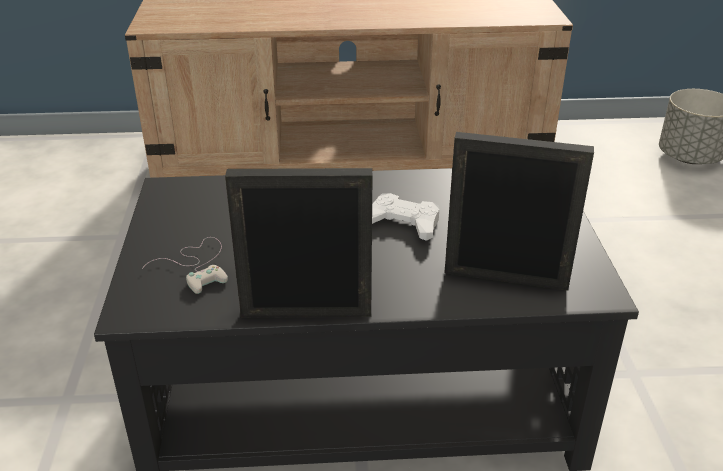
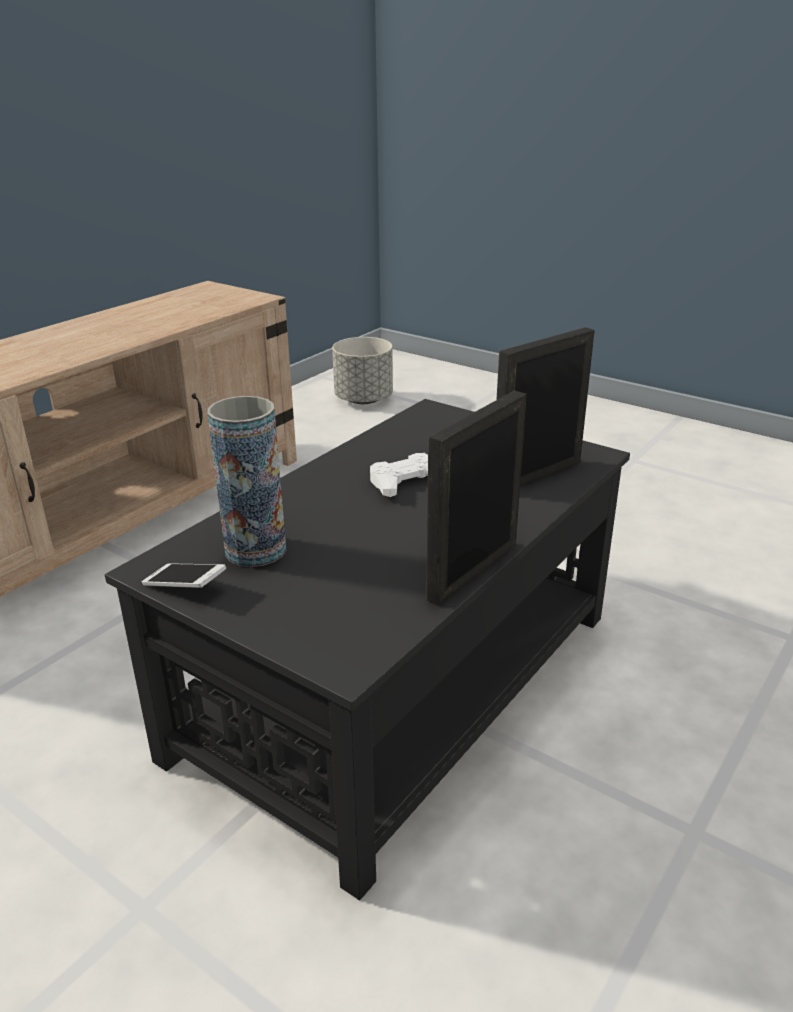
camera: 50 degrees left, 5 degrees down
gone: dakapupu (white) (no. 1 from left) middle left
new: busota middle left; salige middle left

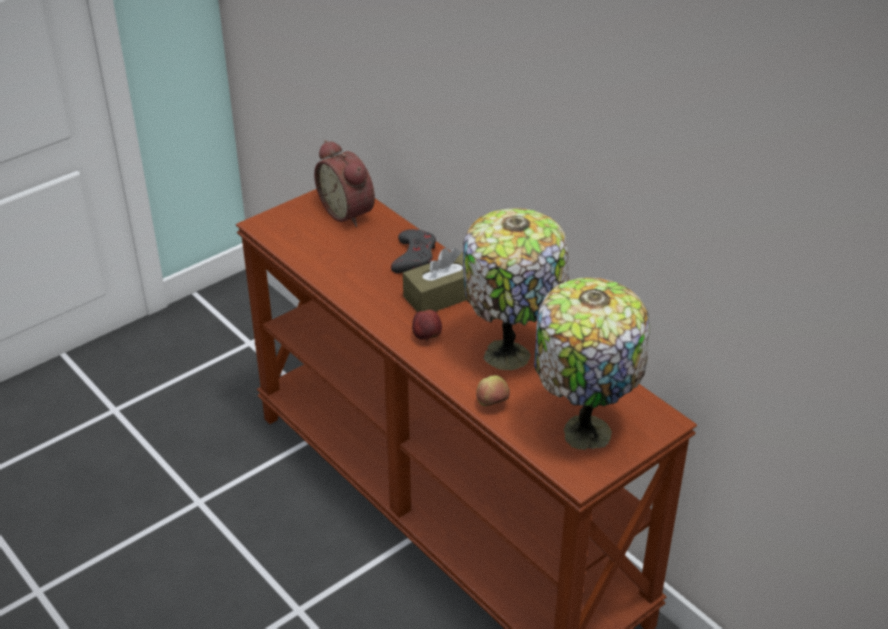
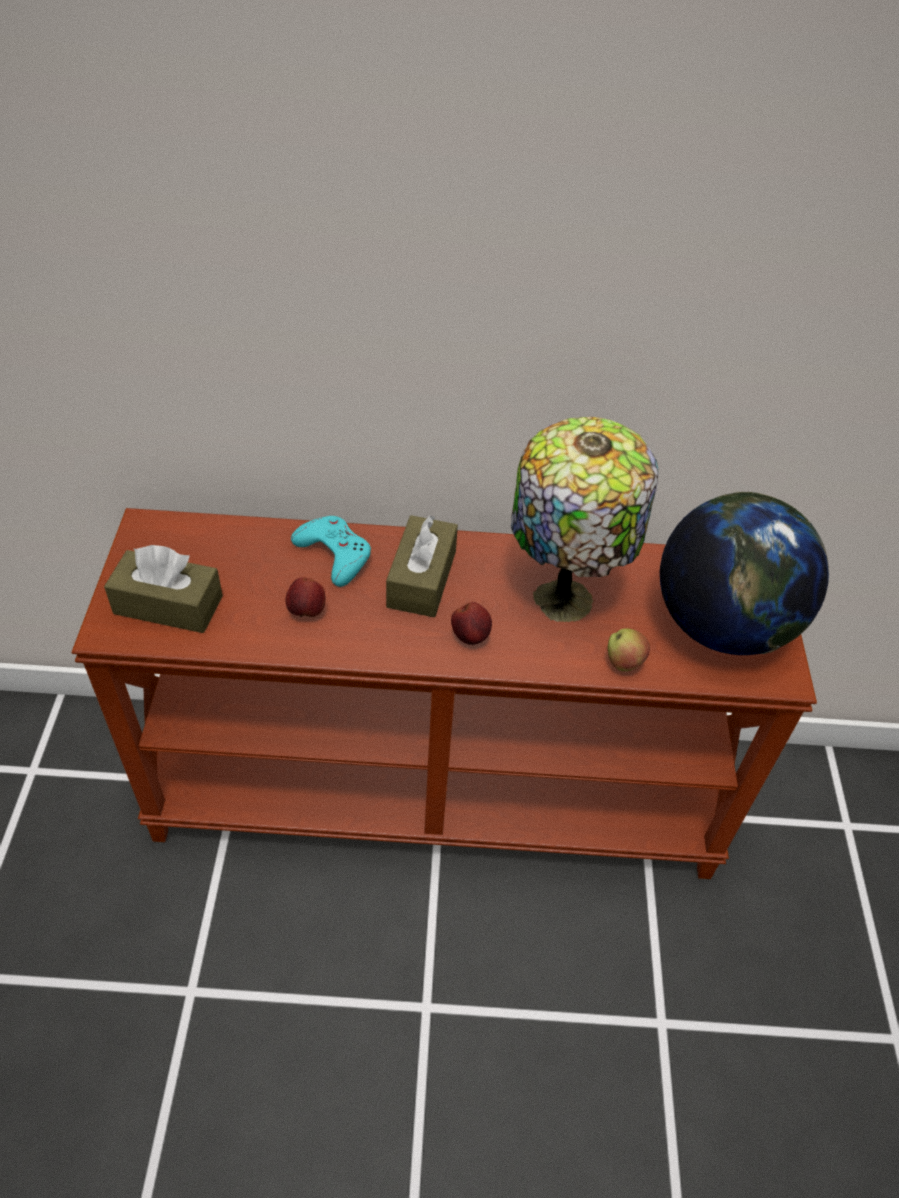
camera: 50 degrees left, 10 degrees up
gone: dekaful top centre
new: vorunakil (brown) (no. 1 from left) middle left; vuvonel (no. 1 from left) centre
swapped: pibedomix (no. 2 from left) middle right to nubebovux middle right
repainted: dakapupu (grey) centre to dakapupu (turquoise) centre

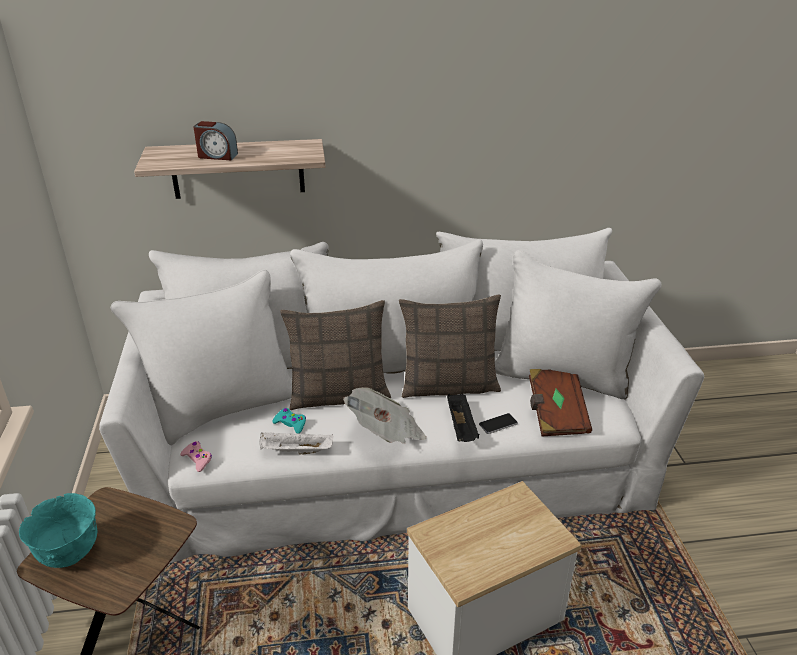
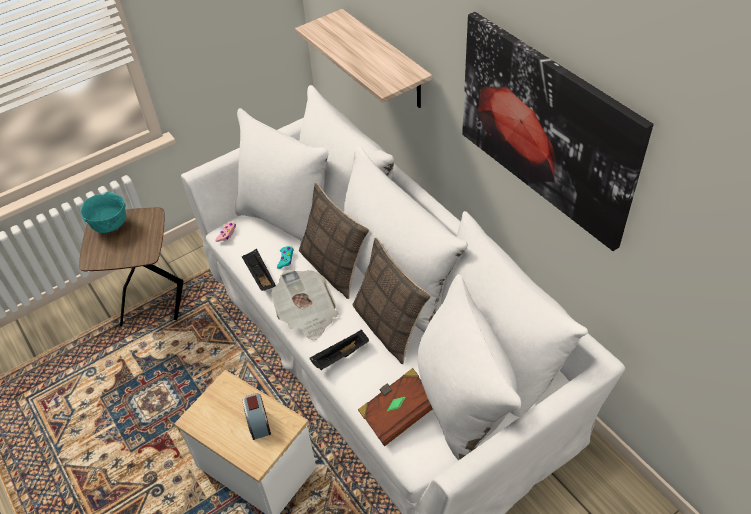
camera: 65 degrees right, 15 degrees up
gone: busota centre
new: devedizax top right
shifted: dekaful top left to bottom centre
repainted: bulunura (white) bottom centre to bulunura (black) (no. 1 from left) centre

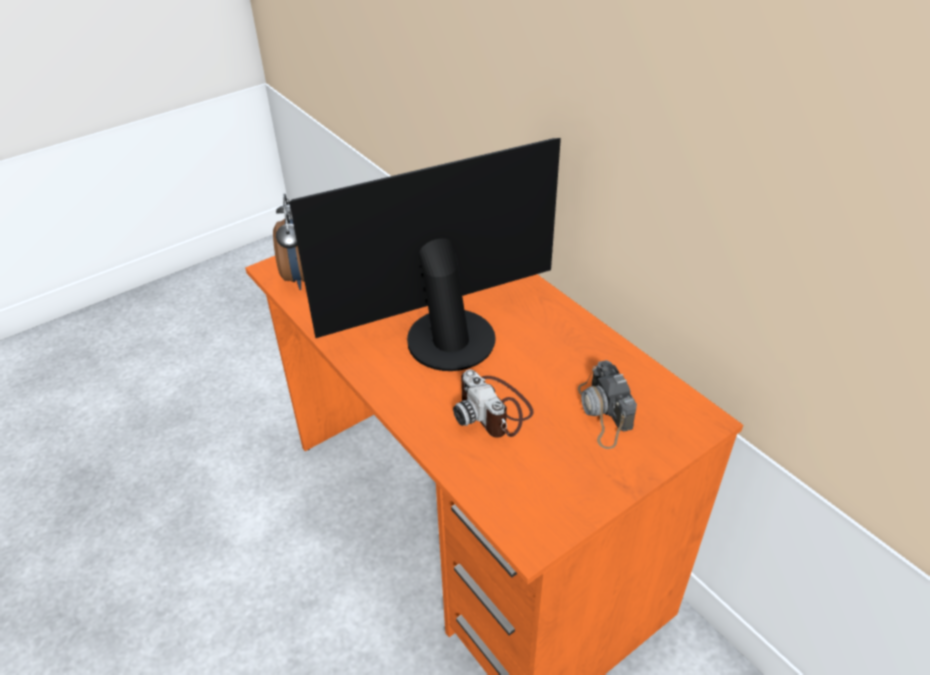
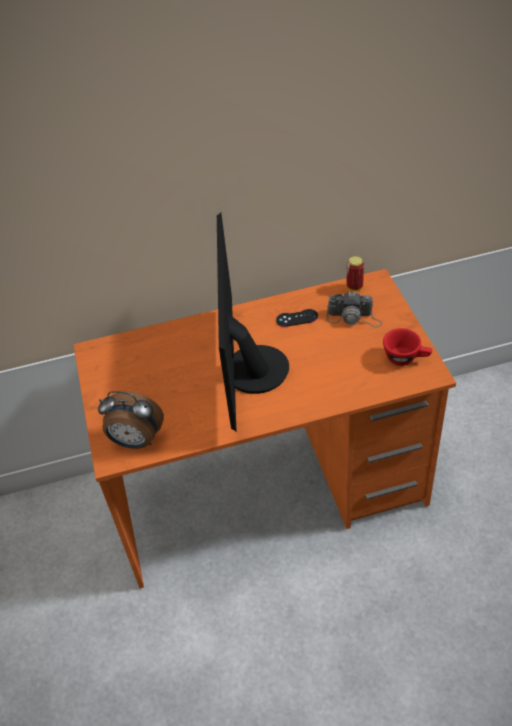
camera: 65 degrees left, 5 degrees up
gone: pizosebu (no. 1 from left) centre
new: dakapupu (black) centre; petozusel middle right; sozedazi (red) middle right

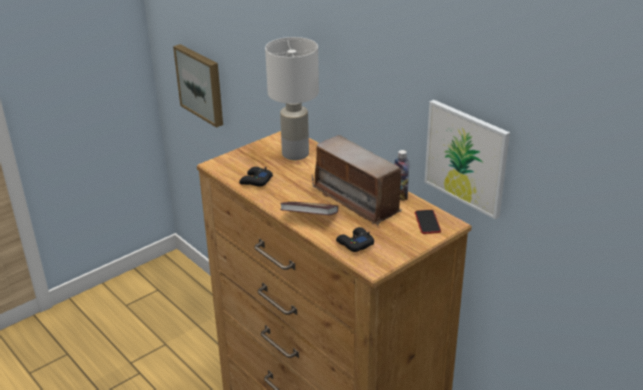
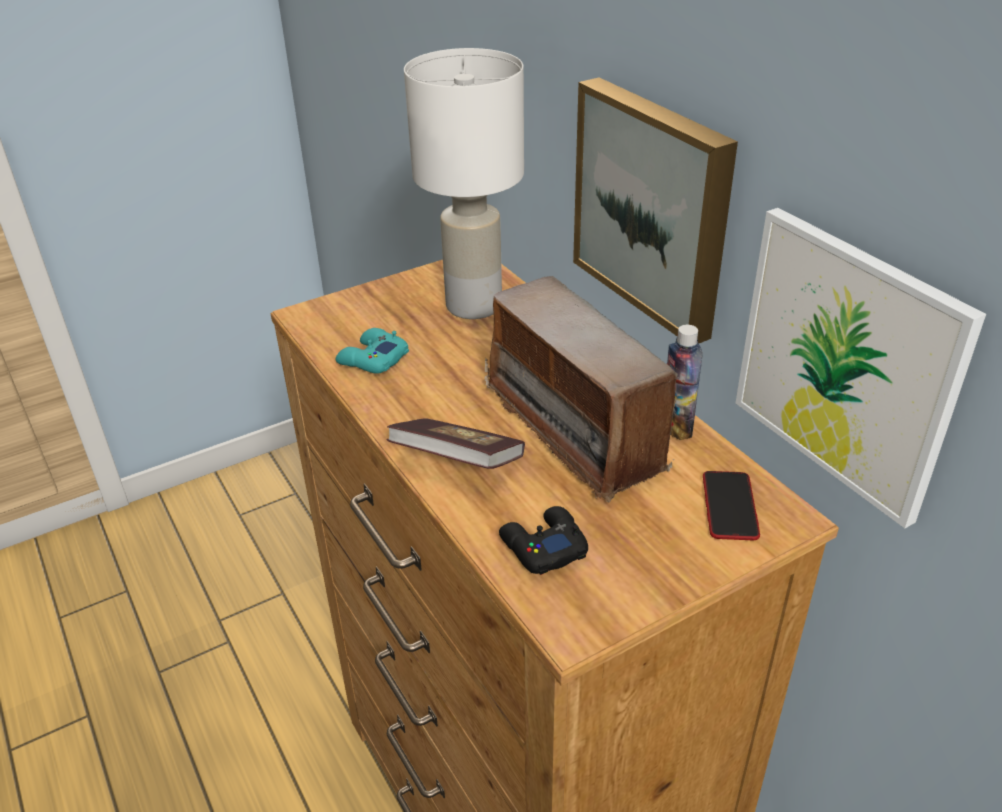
camera: 10 degrees right, 5 degrees up
shifted: devedizax (no. 1 from left) top left to top centre
repainted: dakapupu (black) (no. 1 from left) centre to dakapupu (turquoise) centre

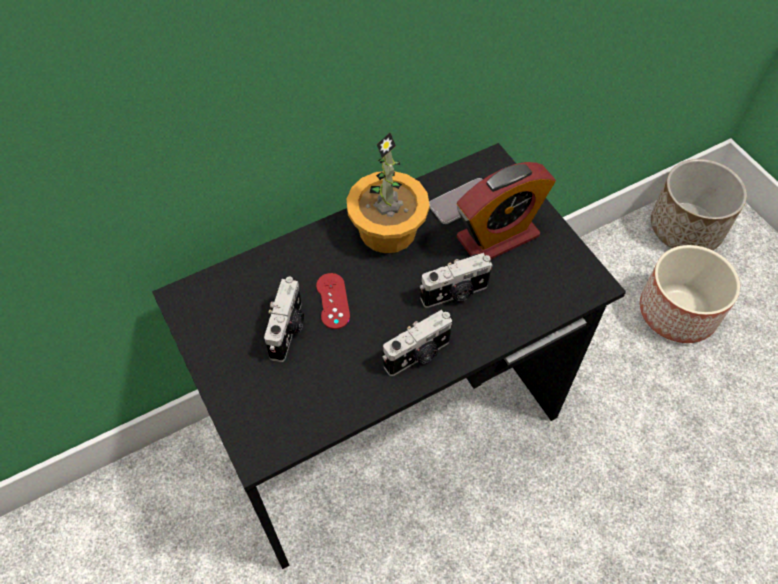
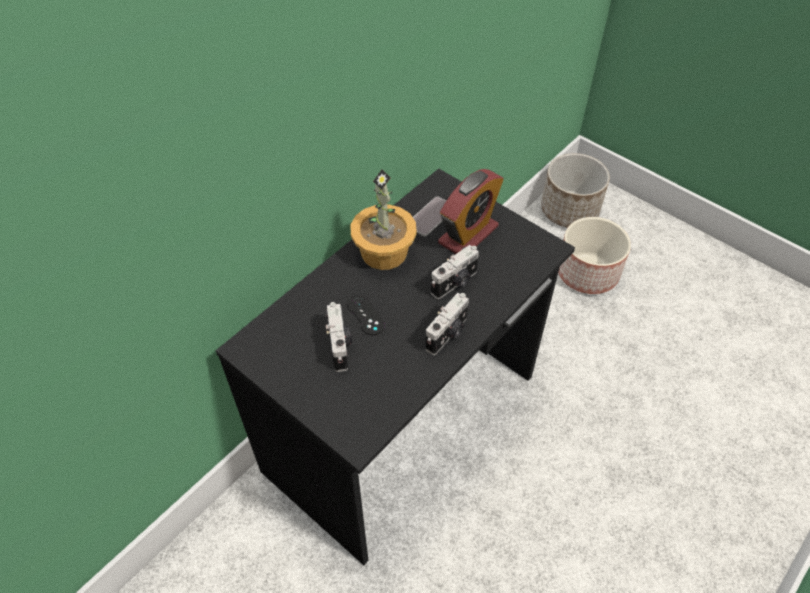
camera: 20 degrees left, 5 degrees down
repainted: dakapupu (red) centre to dakapupu (black) centre

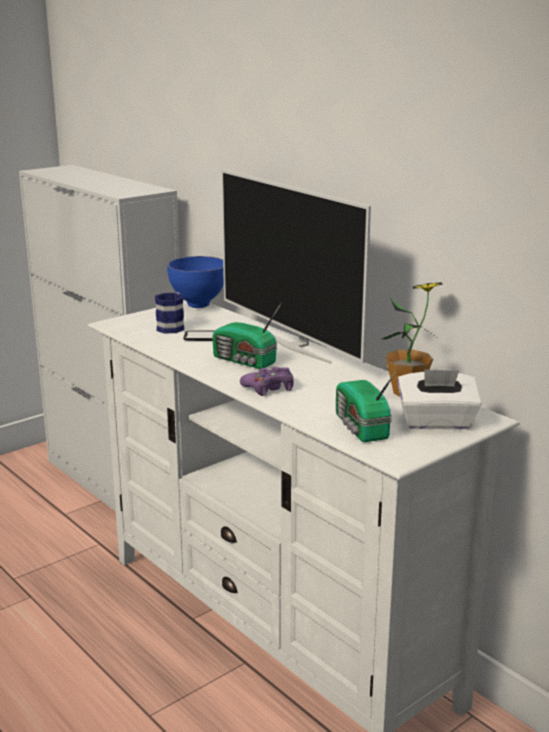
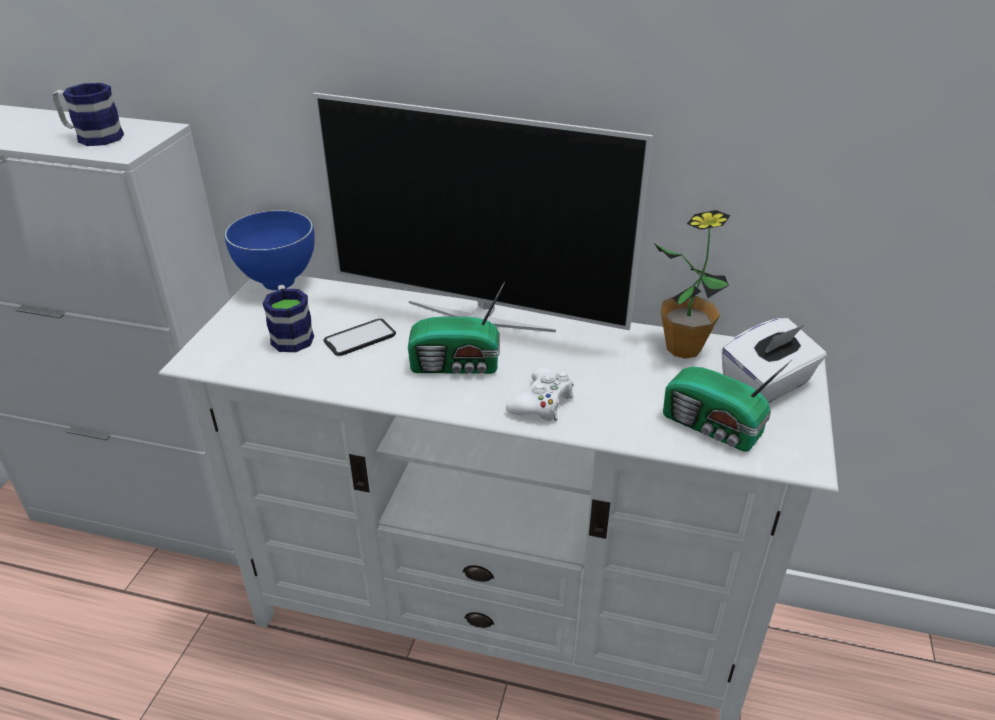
camera: 35 degrees left, 15 degrees up
new: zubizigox (no. 1 from left) top left
repainted: dakapupu (purple) centre to dakapupu (white) centre

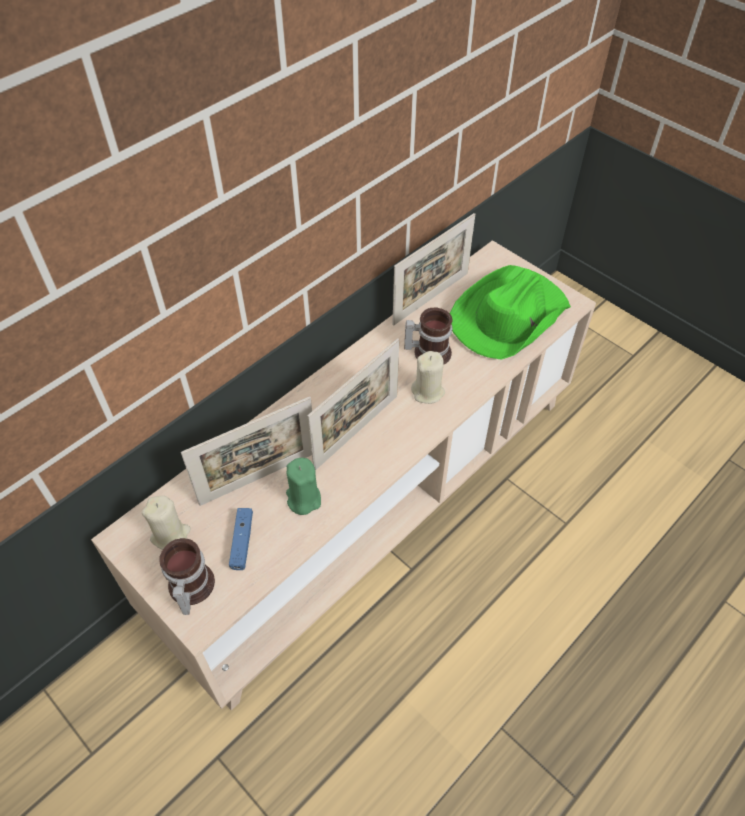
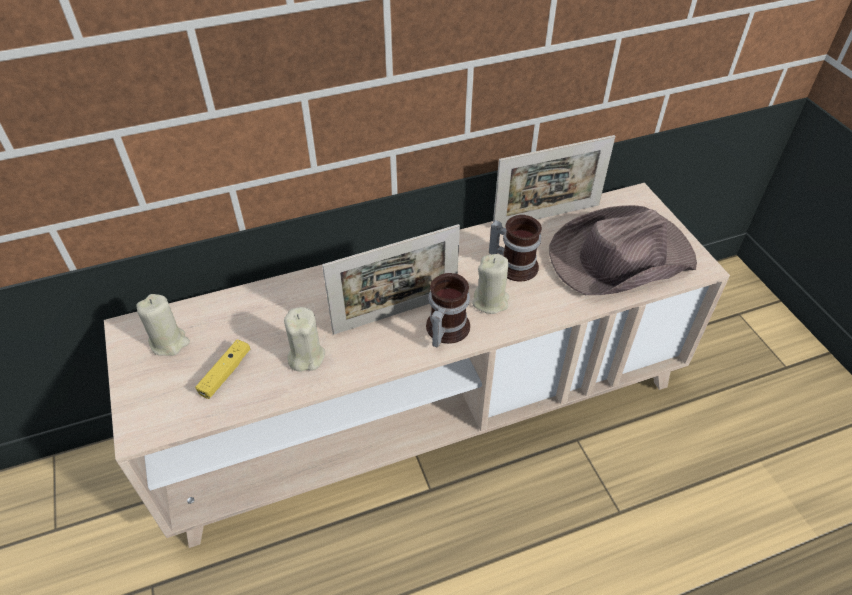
camera: 25 degrees right, 5 degrees down
gone: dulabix (no. 1 from left) middle left
shifted: zubizigox (no. 1 from left) bottom left to centre
repainted: dakapupu (blue) middle left to dakapupu (yellow) middle left; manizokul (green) centre to manizokul (beige) (no. 2 from left) centre; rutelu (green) middle right to rutelu (brown) middle right

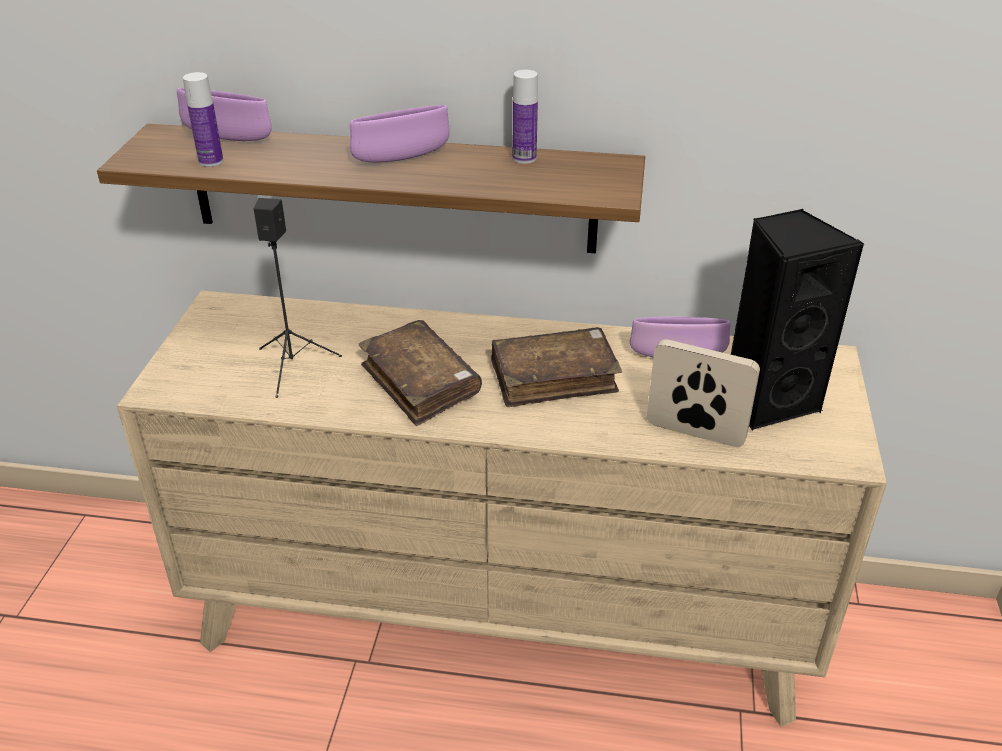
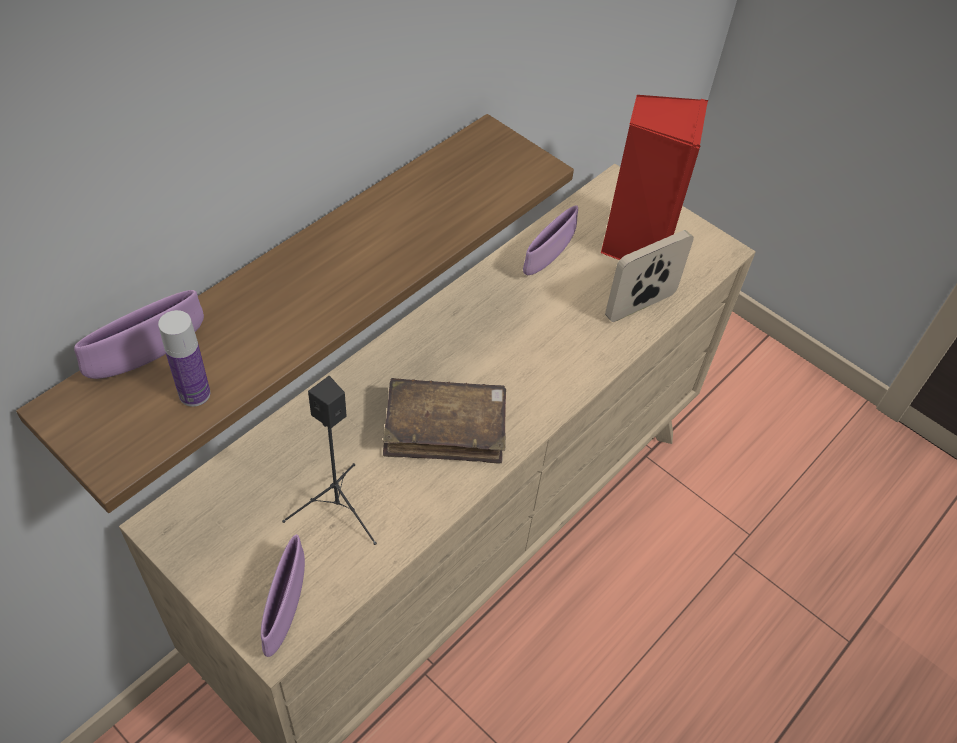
camera: 60 degrees left, 15 degrees up
gone: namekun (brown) (no. 2 from left) centre; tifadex (no. 2 from left) top centre
shifted: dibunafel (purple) (no. 2 from left) top centre to bottom left
repainted: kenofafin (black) (no. 2 from left) middle right to kenofafin (red) top right

